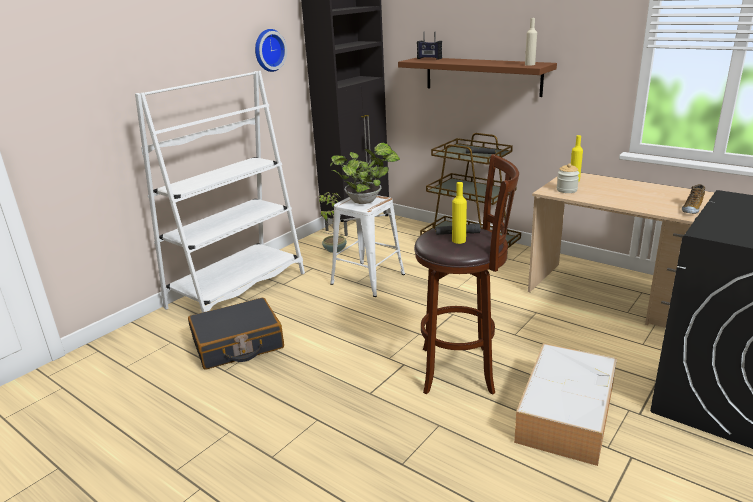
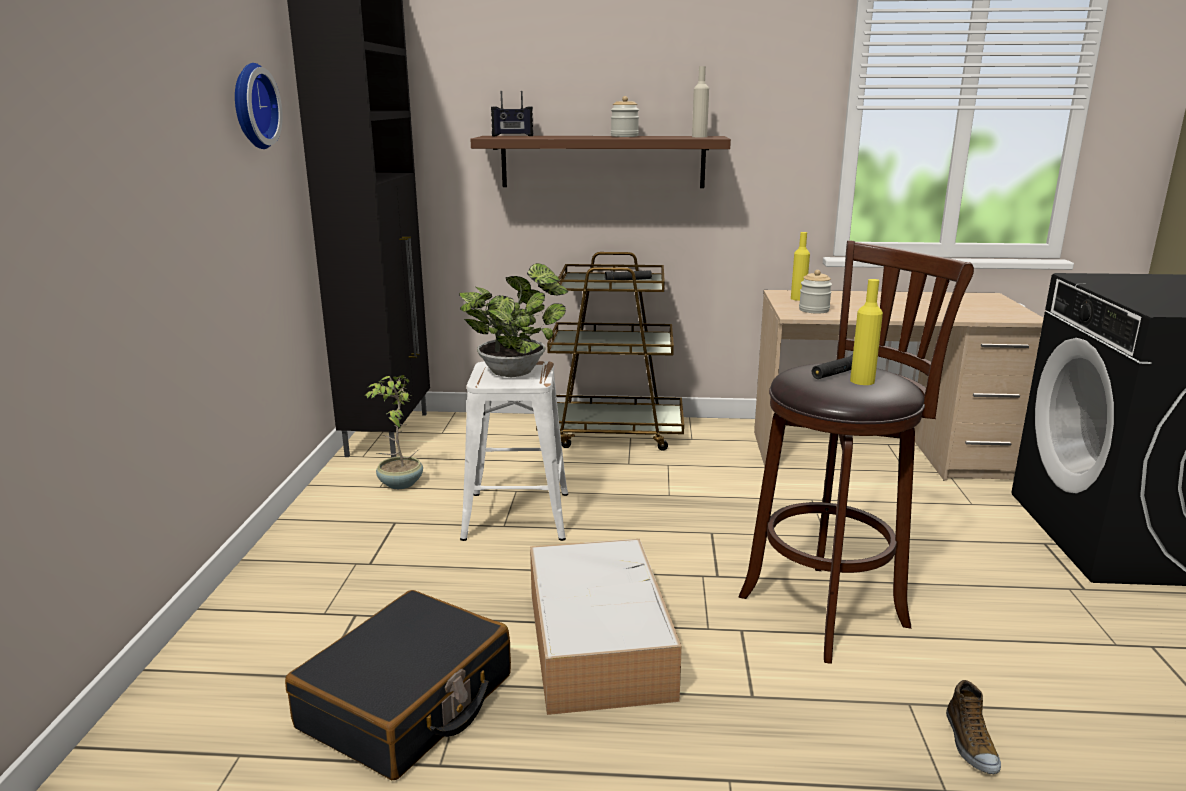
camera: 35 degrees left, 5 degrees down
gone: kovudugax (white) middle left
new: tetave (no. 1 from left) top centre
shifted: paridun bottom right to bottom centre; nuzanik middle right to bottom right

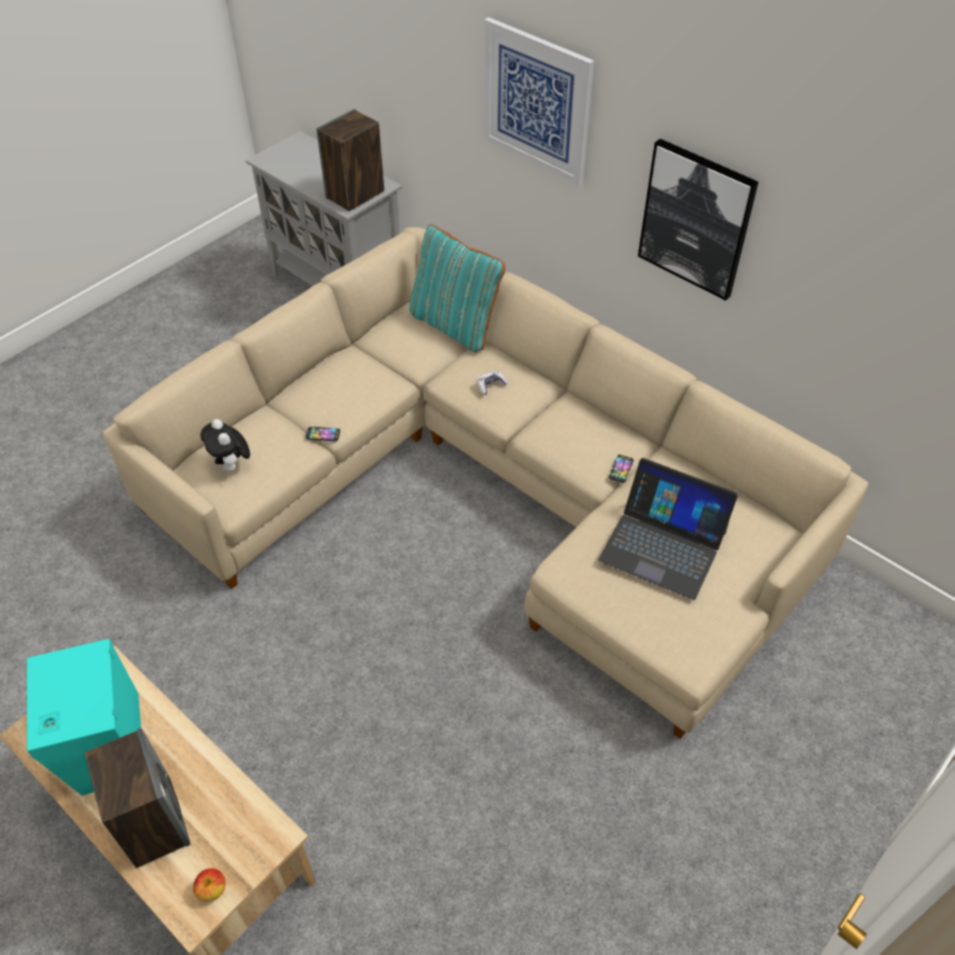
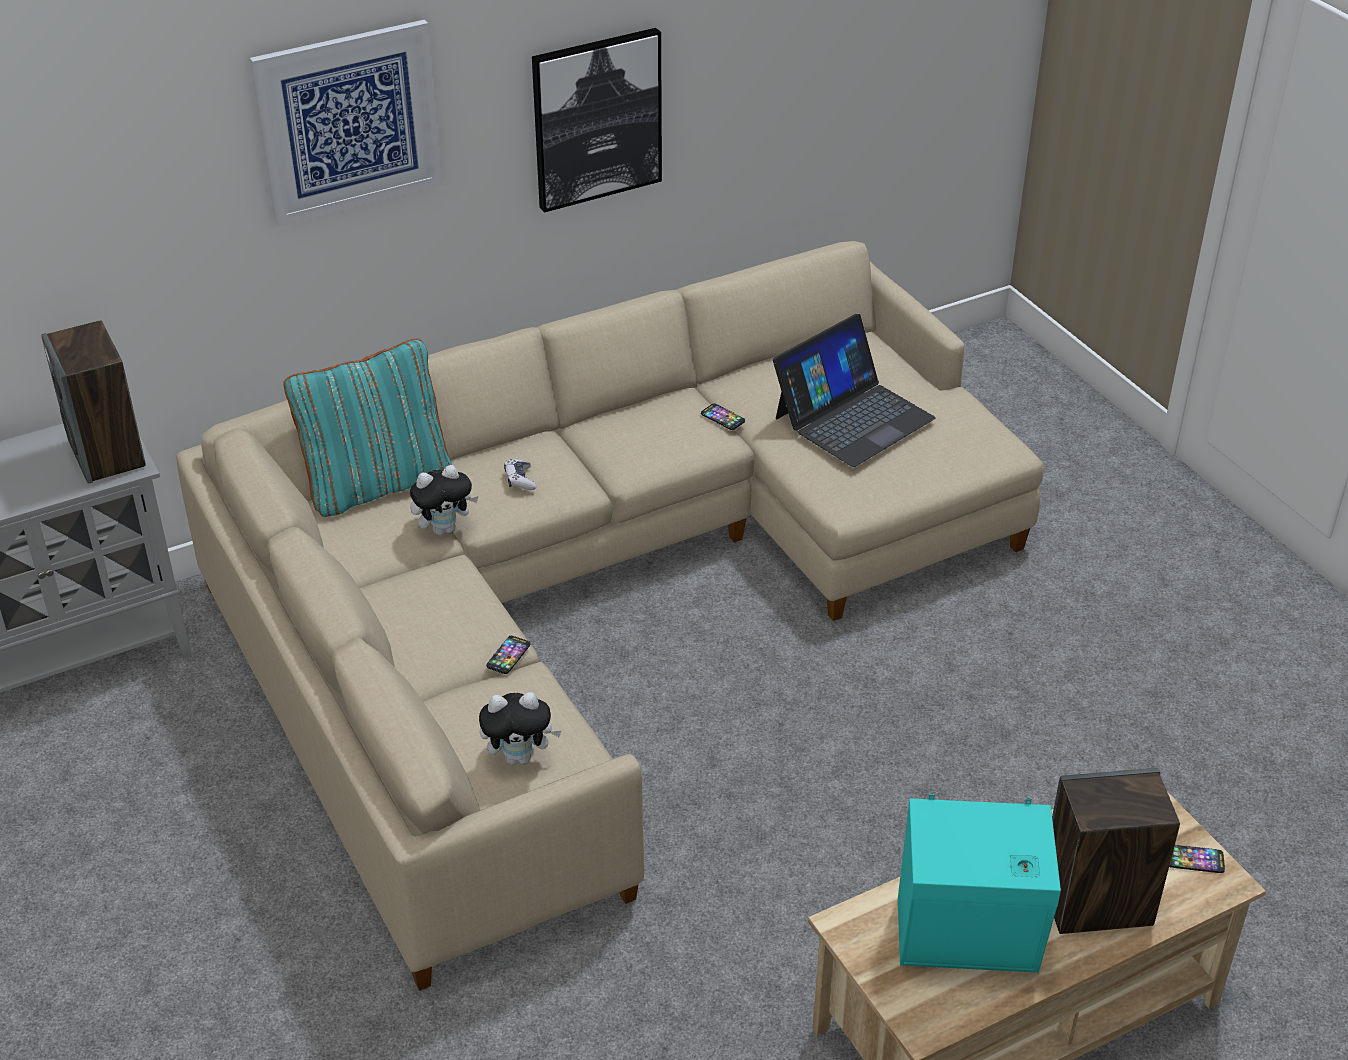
camera: 70 degrees left, 10 degrees down
new: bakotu (no. 1 from left) middle left
swapped: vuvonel bottom left to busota (no. 3 from left) bottom right

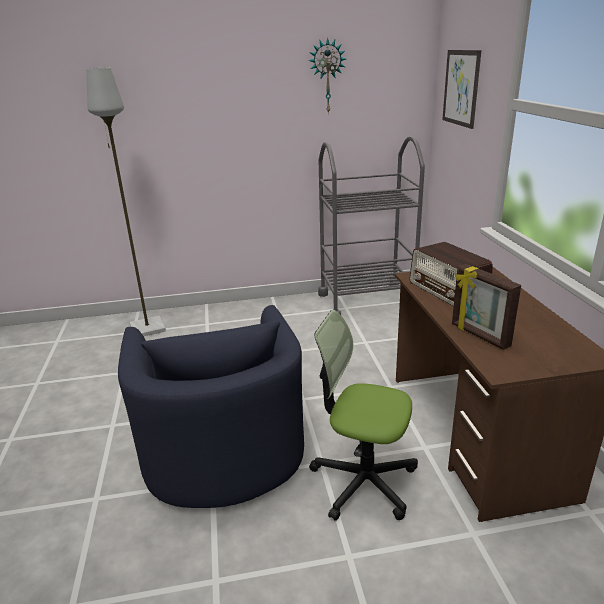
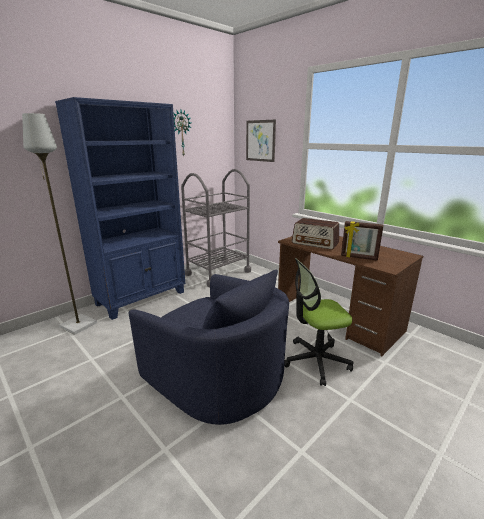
camera: 35 degrees left, 5 degrees down
new: kovudugax (blue) middle left

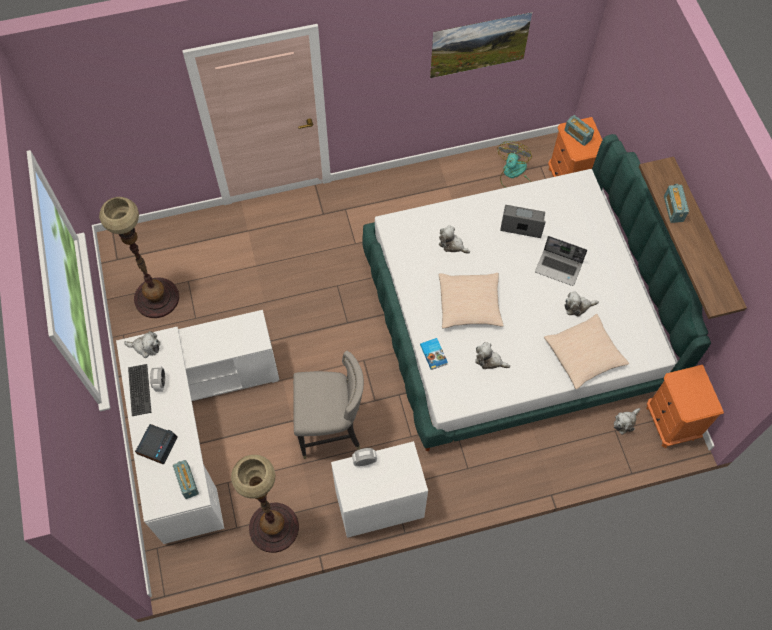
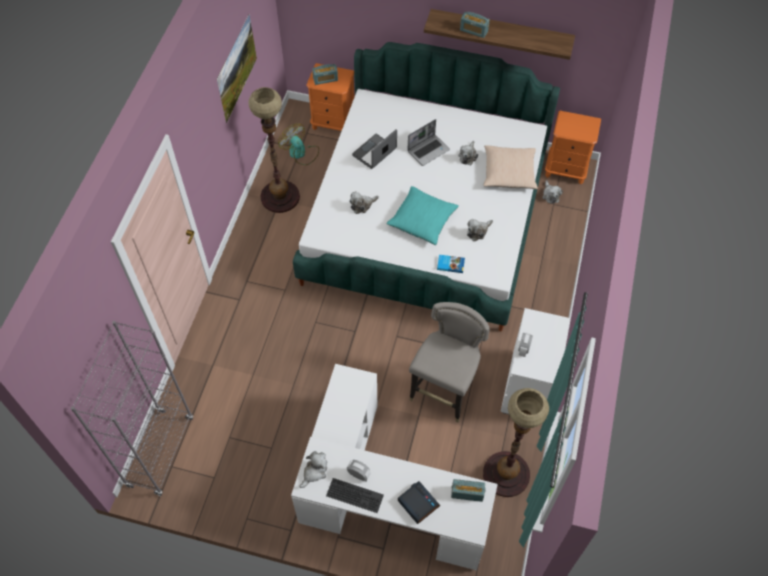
camera: 60 degrees left, 5 degrees down
new: kovudugax (grey) bottom left
shifted: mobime (no. 1 from left) middle left to top centre
repainted: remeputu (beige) (no. 1 from left) centre to remeputu (turquoise) centre

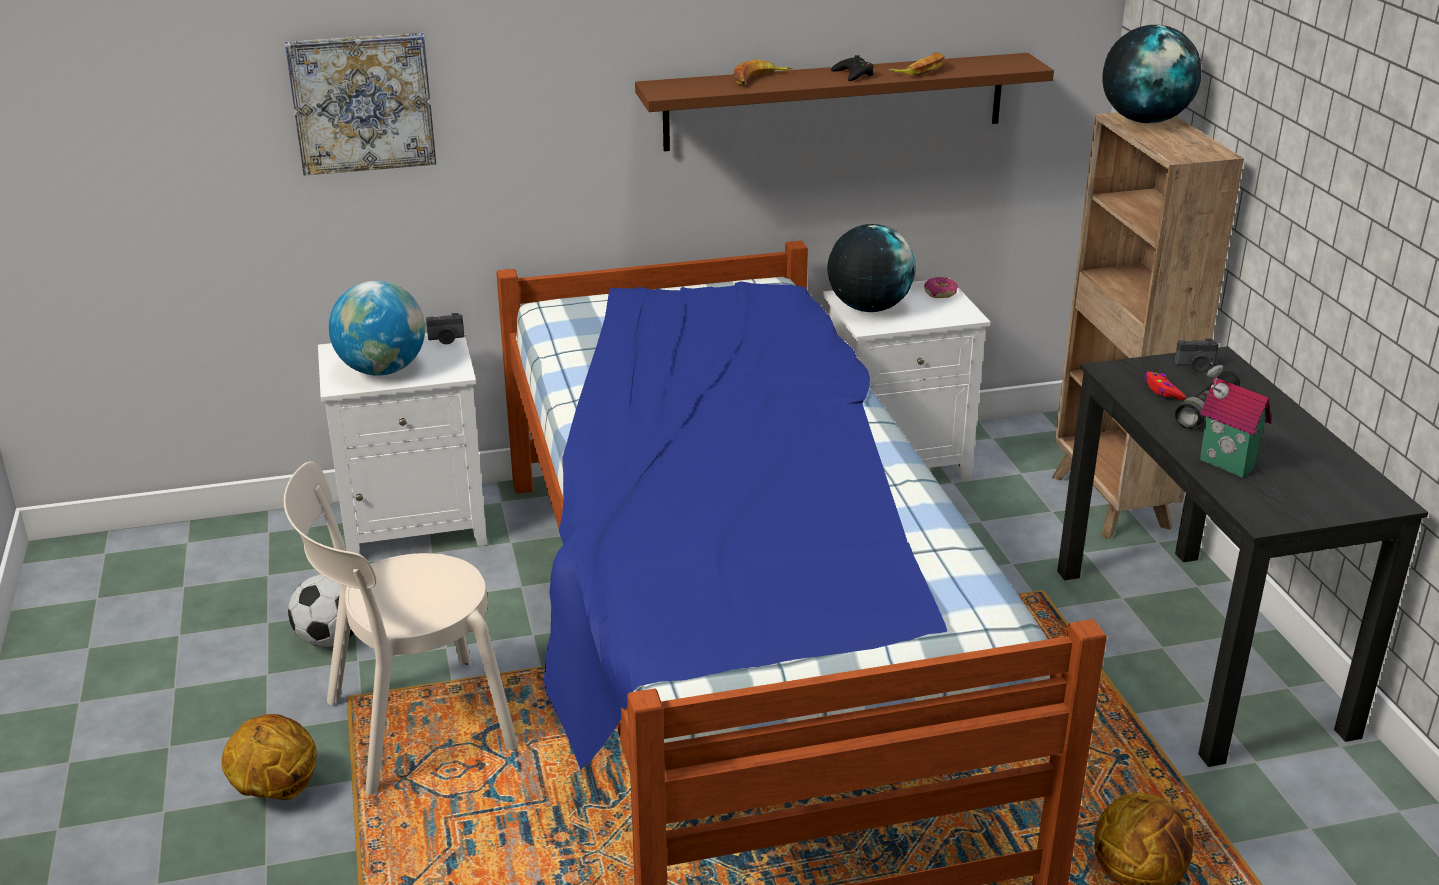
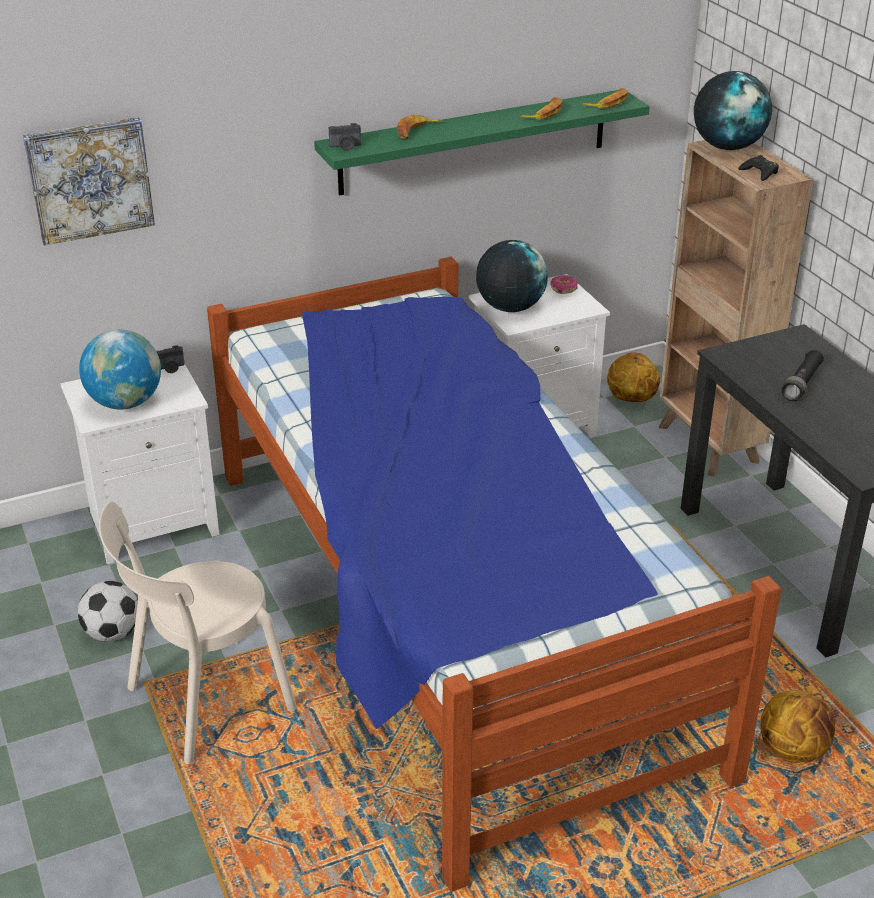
camera: 10 degrees left, 5 degrees up
gone: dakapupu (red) middle right; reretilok middle right
new: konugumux (no. 3 from left) top right
shifted: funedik (no. 1 from left) bottom left to middle right; dakapupu (black) top centre to top right; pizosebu (no. 2 from left) middle right to top centre
repainted: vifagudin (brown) top centre to vifagudin (green) top centre

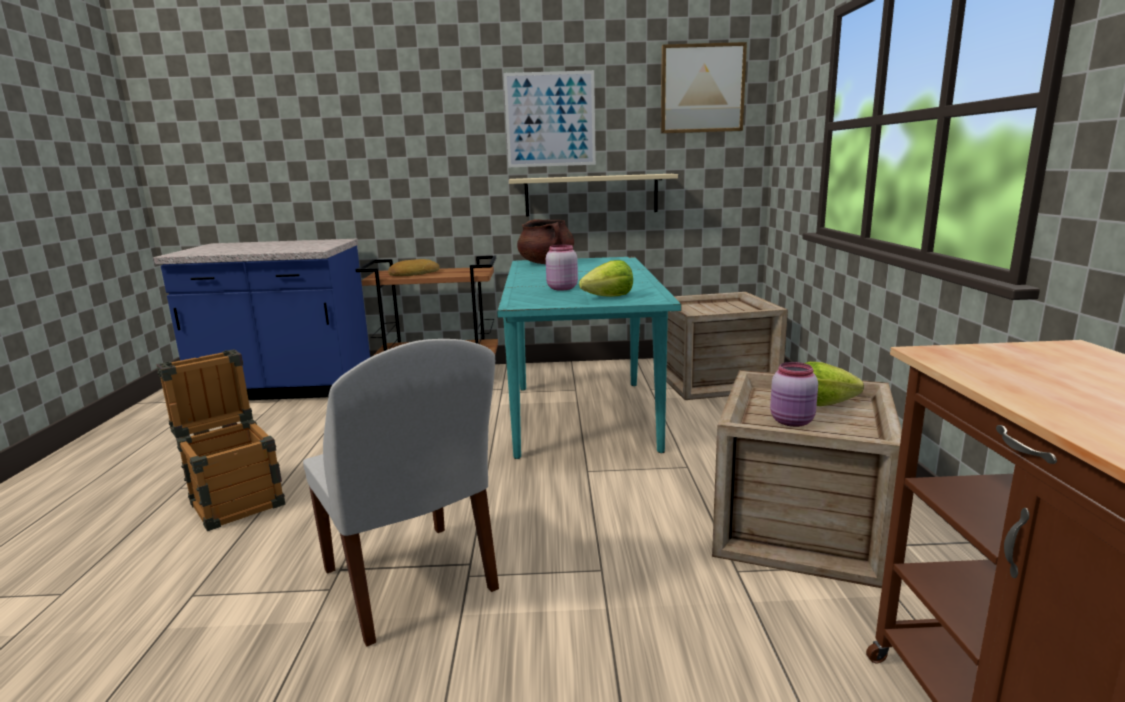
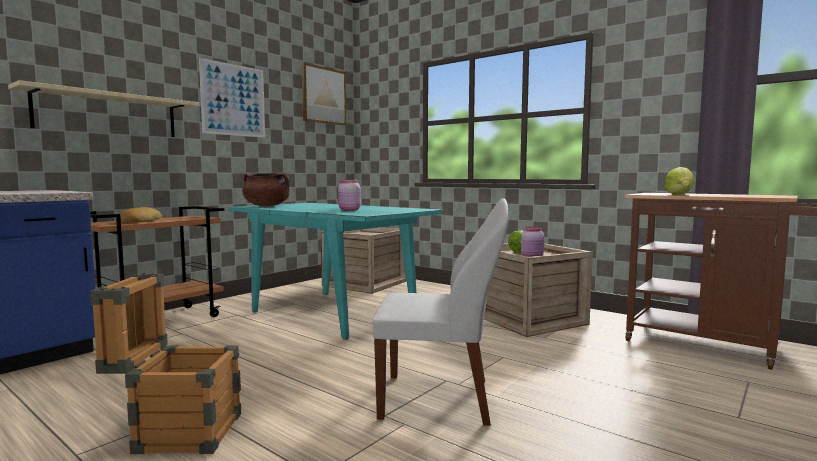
camera: 50 degrees left, 10 degrees down
shifted: vifagudin (beige) top centre to top left; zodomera (no. 1 from left in the first image) centre to zodomera (no. 2 from left) middle right

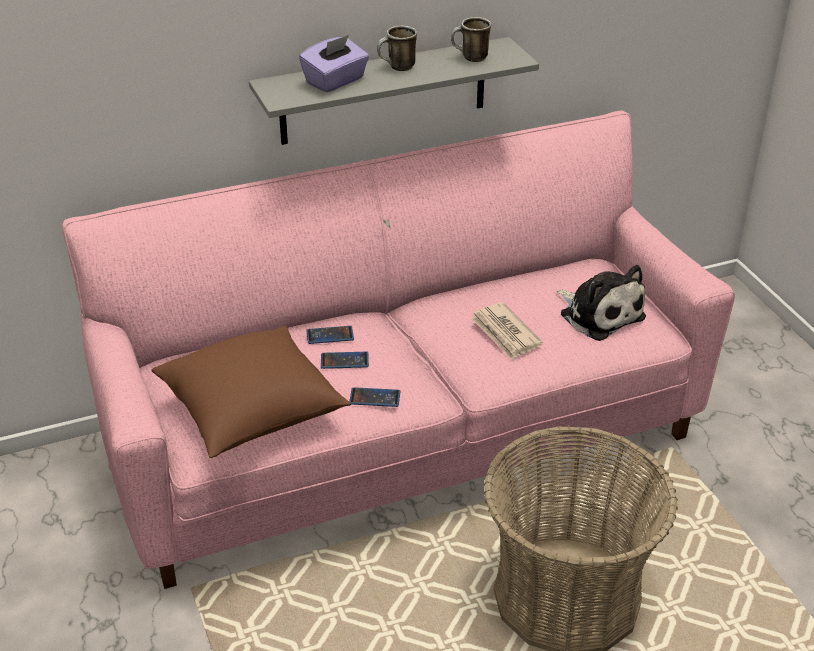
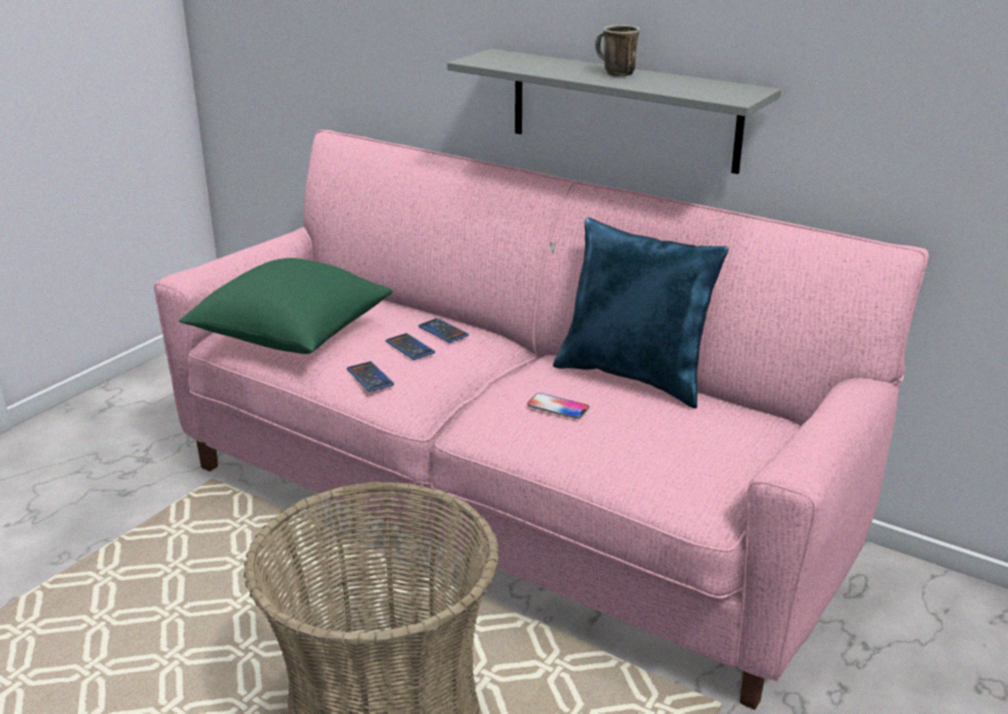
camera: 55 degrees right, 10 degrees down
gone: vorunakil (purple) top centre; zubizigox (no. 2 from left) top centre; bakotu middle right
new: remeputu (blue) centre
swapped: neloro centre to busota (no. 4 from left) centre
repainted: remeputu (brown) middle left to remeputu (green) middle left

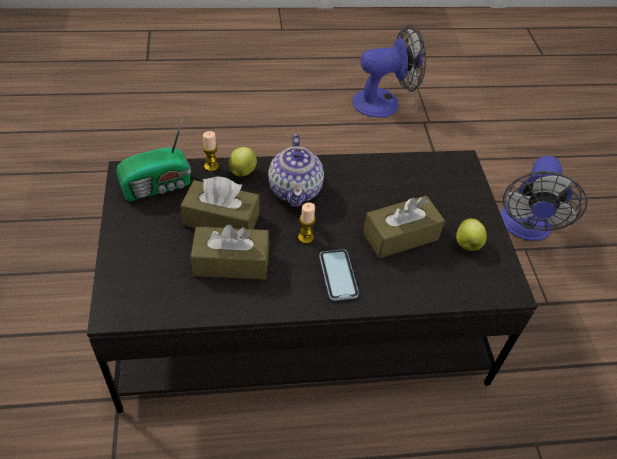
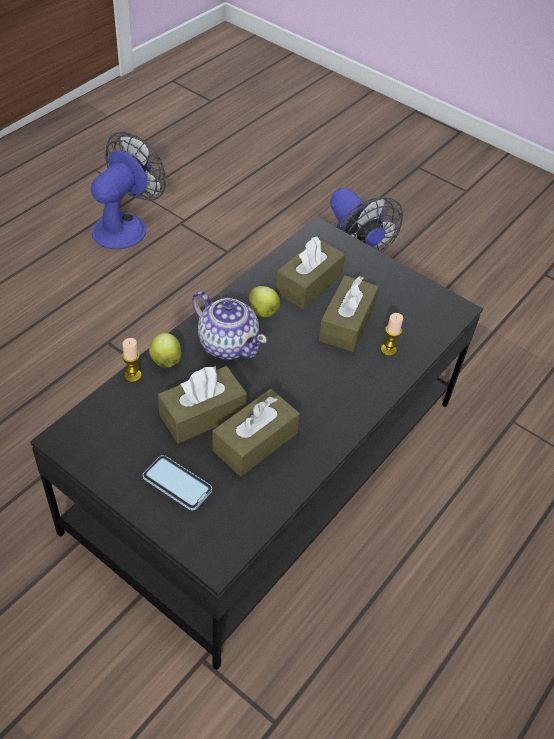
camera: 45 degrees left, 0 degrees up
gone: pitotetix middle left
new: vorunakil (brown) (no. 3 from left) centre
shifted: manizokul (no. 2 from left) centre to middle right; busota centre to middle left; vuvonel (no. 2 from left) middle right to centre

